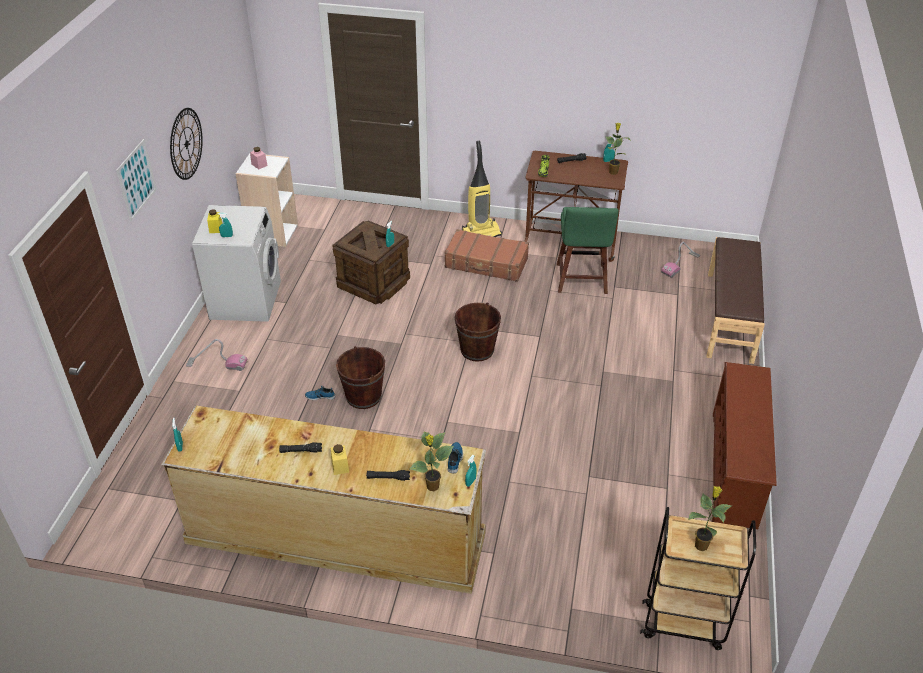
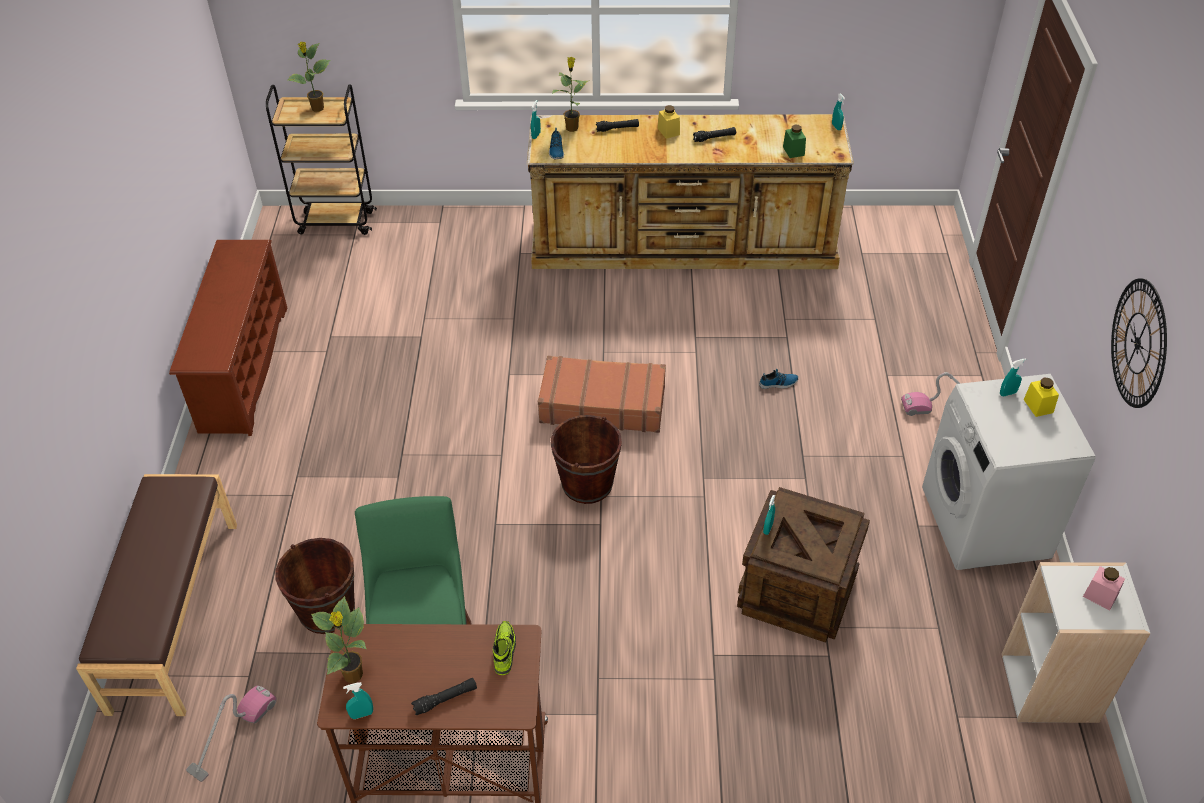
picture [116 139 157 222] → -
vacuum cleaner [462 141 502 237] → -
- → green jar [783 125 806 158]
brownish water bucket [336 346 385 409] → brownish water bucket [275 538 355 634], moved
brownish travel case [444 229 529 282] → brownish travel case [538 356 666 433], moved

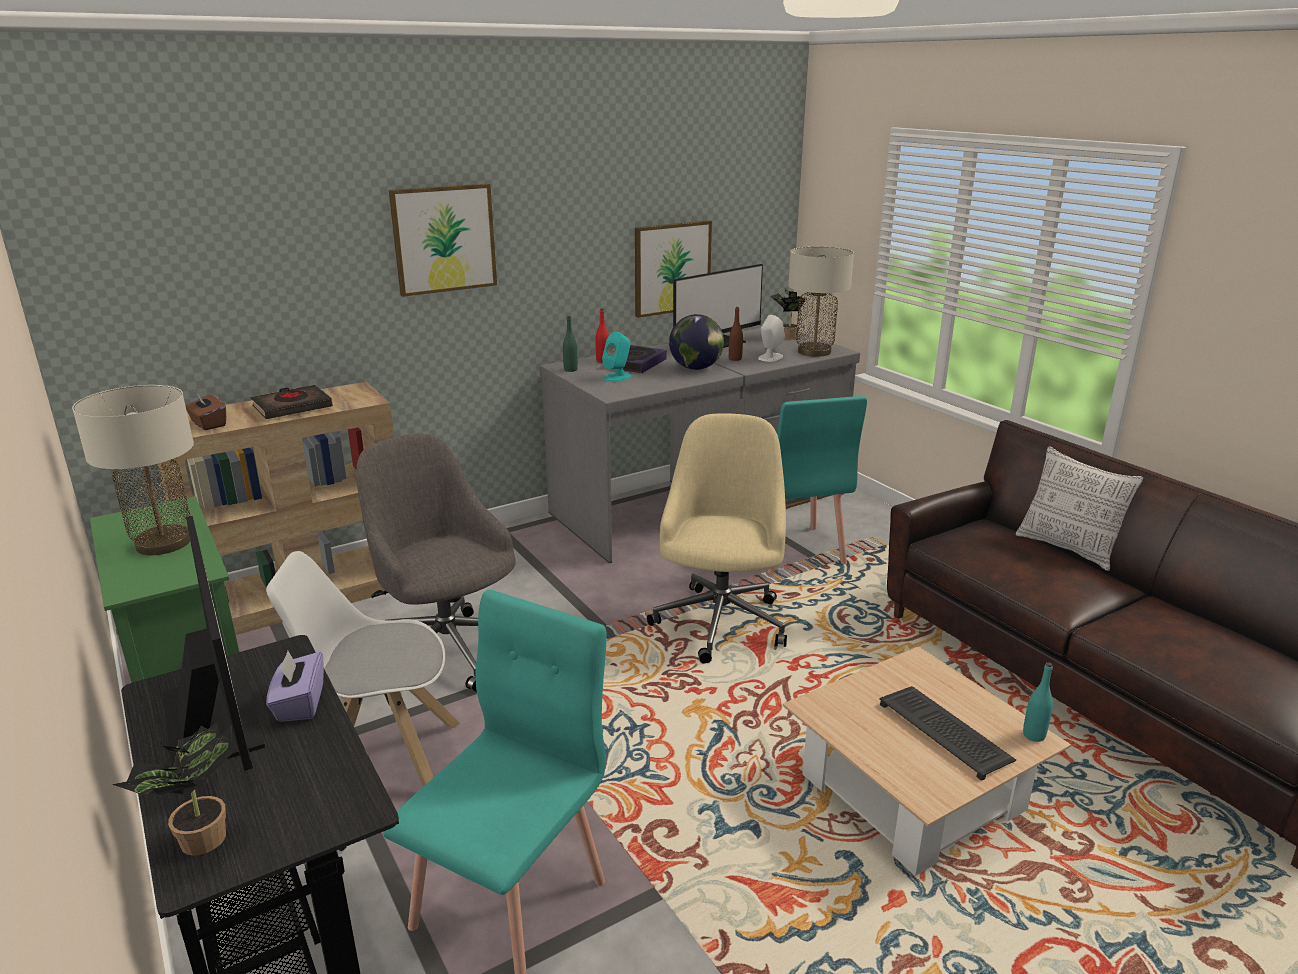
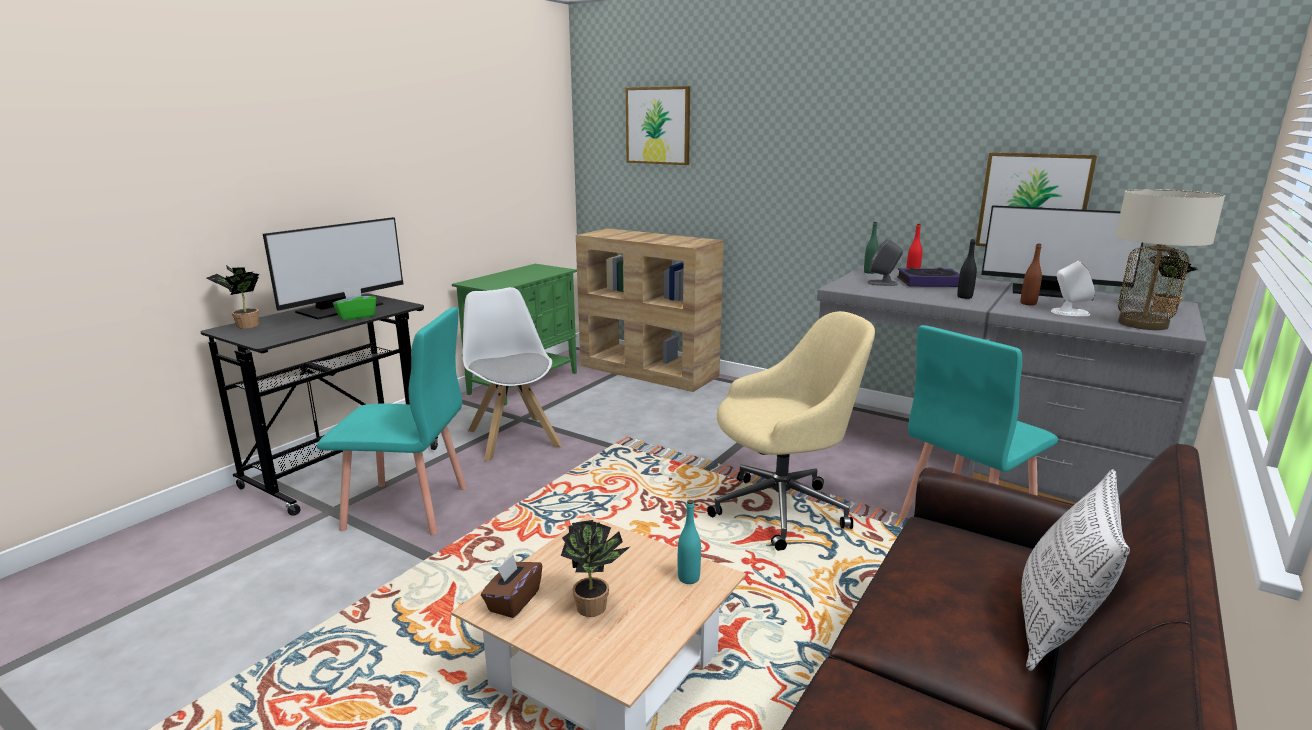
table lamp [72 385 194 555] → -
blackish volume [251 385 333 419] → -
gray desk chair [356 434 516 692] → -
brownish tissue holder [185 392 226 430] → brownish tissue holder [481 555 542 618], moved
picture [389 184 497 297] → picture [626 86 690 165], moved
turquoise beverage bottle [1023 662 1053 742] → turquoise beverage bottle [678 500 701 584], moved
globe [669 314 724 370] → blackish beverage bottle [957 239 977 299]
PC keyboard [879 686 1016 781] → potted plant [561 520 631 617]
purple-coloured tissue holder [266 651 324 722] → green tissue holder [333 286 377 321]
turquoise audio speaker [602 332 631 382] → gray audio speaker [867 239 903 286]

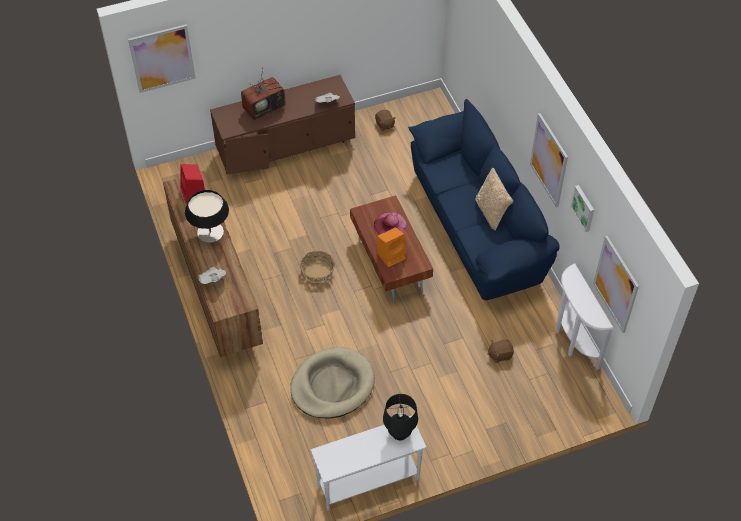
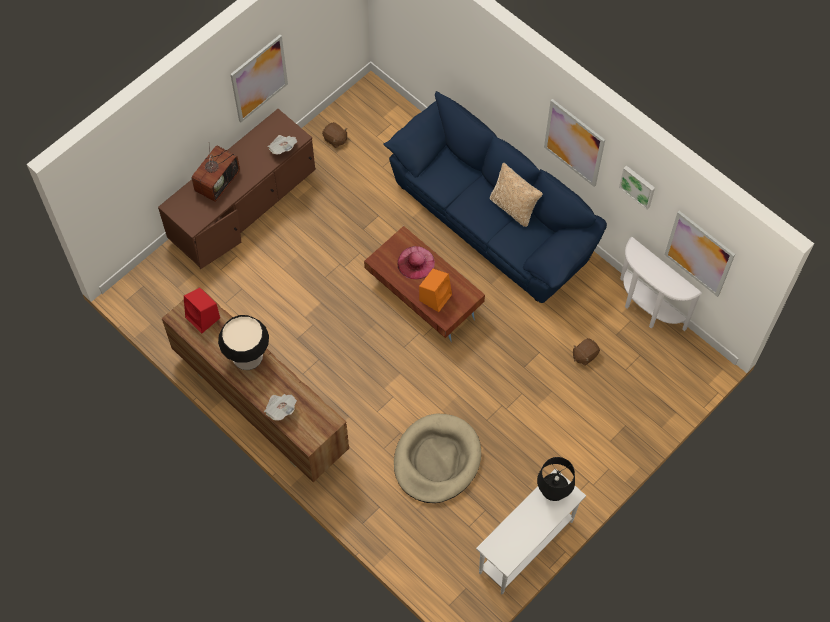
basket [300 251 335 282] → -
picture [128 24 196 93] → picture [230 35 288 122], moved

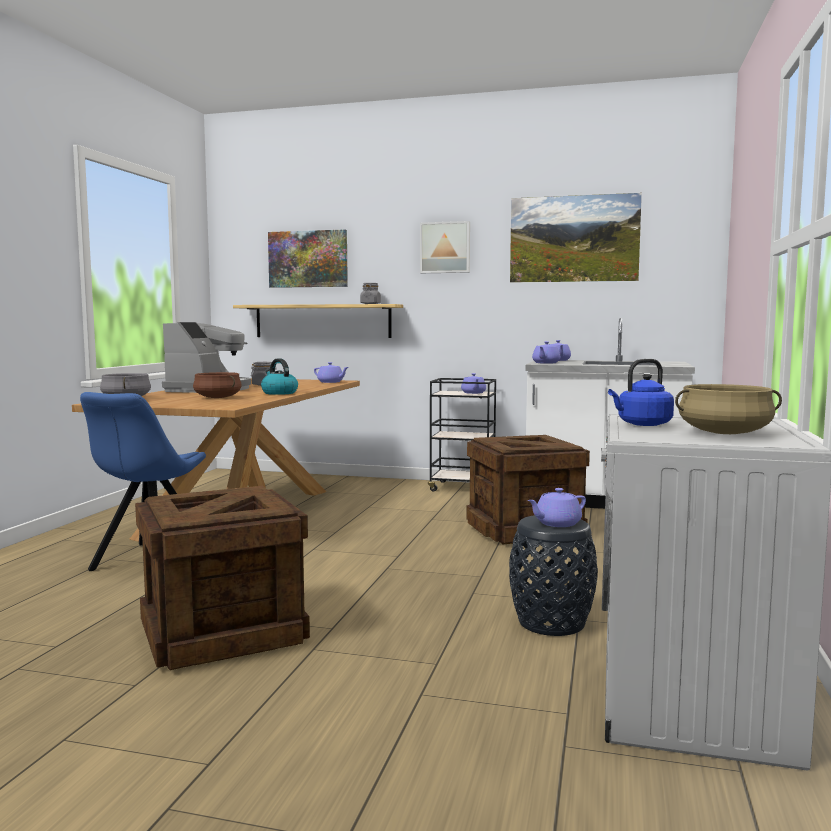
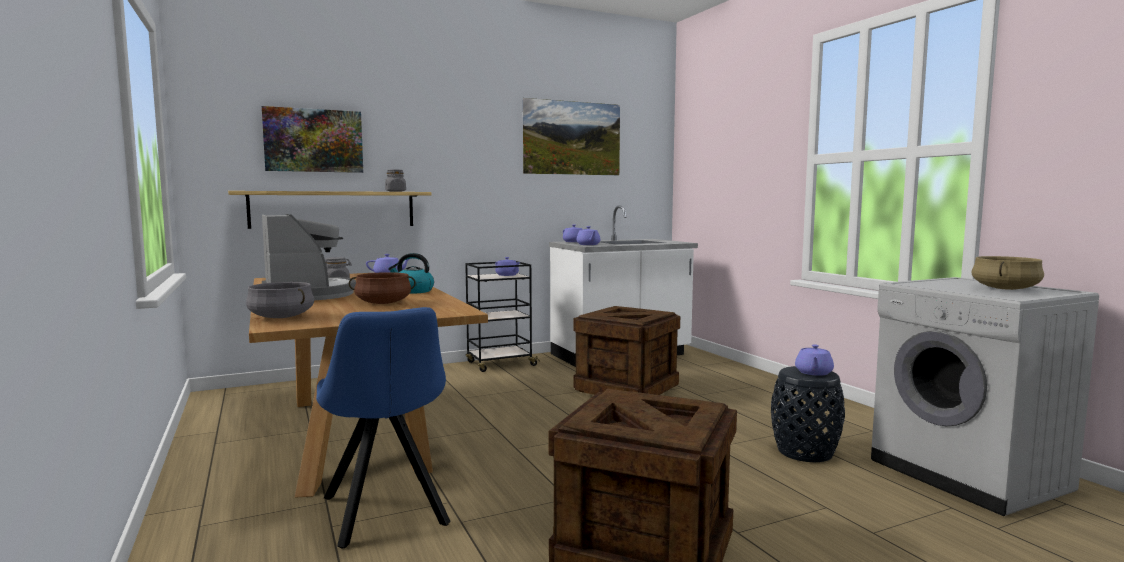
picture [420 221 470 273] → -
bluish tea kettle [608 359 674 426] → -

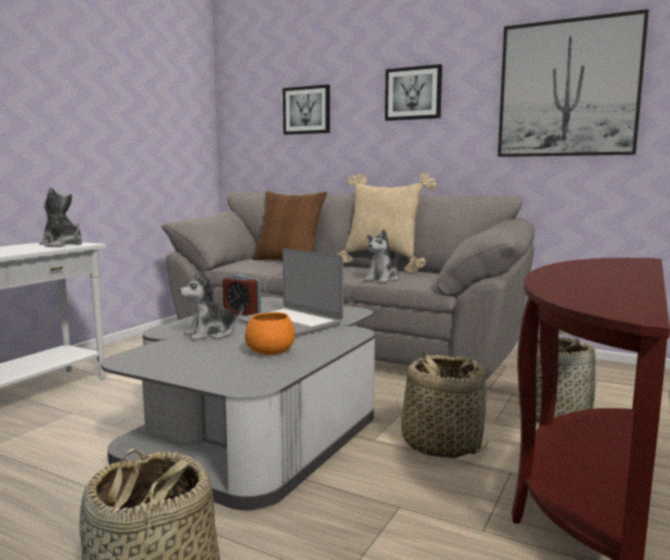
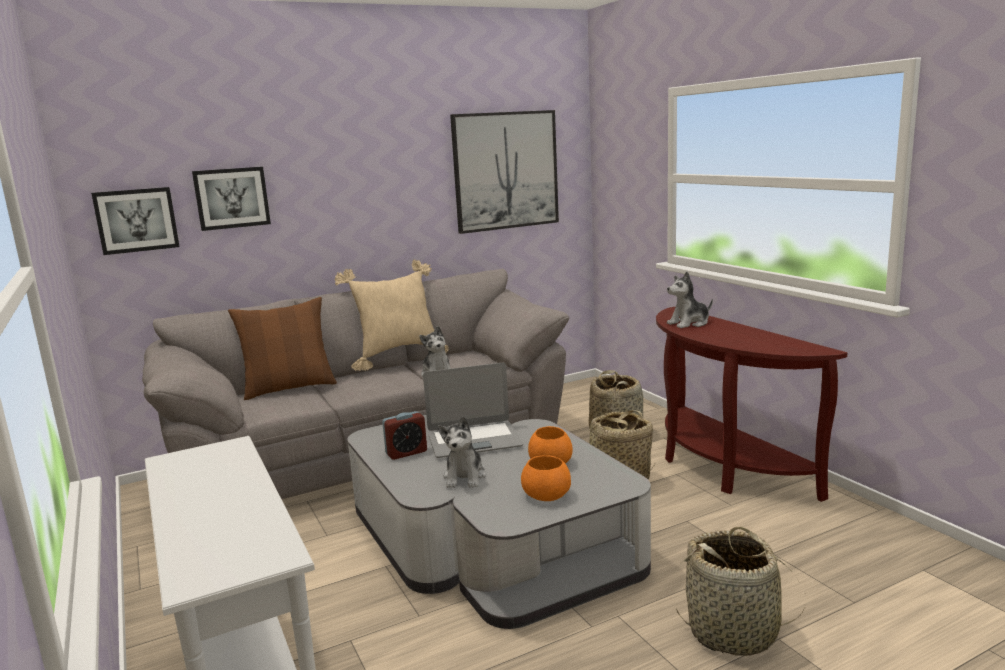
- → orangey deep dish [521 455 571 501]
plush toy [39 187 83 247] → plush toy [667 271 713 328], moved
picture [385 64 442 121] → picture [91 187 180 255], moved

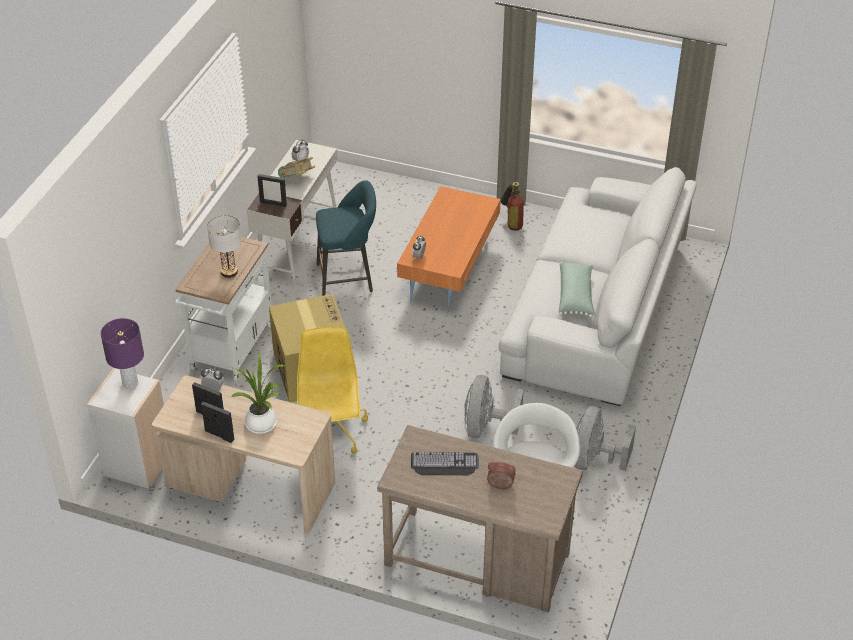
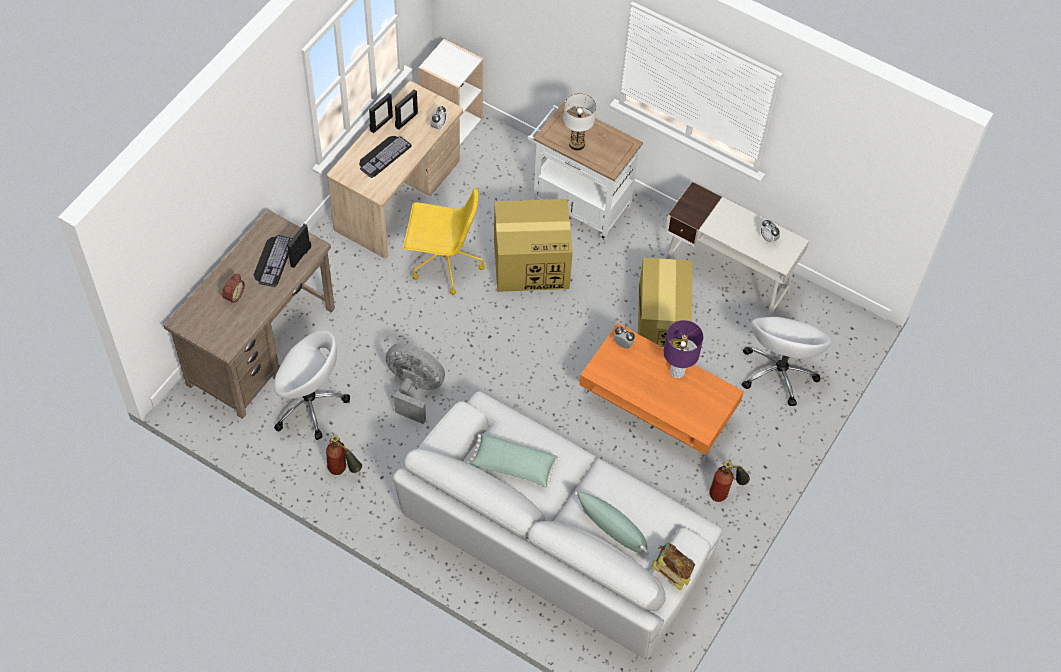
- → green throw pillow [575 492 649 555]
- → whitish desk chair [742 317 832 406]
purple-coloured table lamp [101 318 144 389] → purple-coloured table lamp [663 320 703 378], moved
standing frame [257 174 287 207] → standing frame [287 224 311 268], moved
volume [278 157 315 178] → volume [651 542 695 591], moved
potted plant [231 352 286 434] → PC keyboard [359 136 412 178]
turquoise sitting stool [316 180 376 296] → cardboard box [638 257 692 348]
gray electric fan [574 406 636 471] → extinguisher [326 435 362 475]

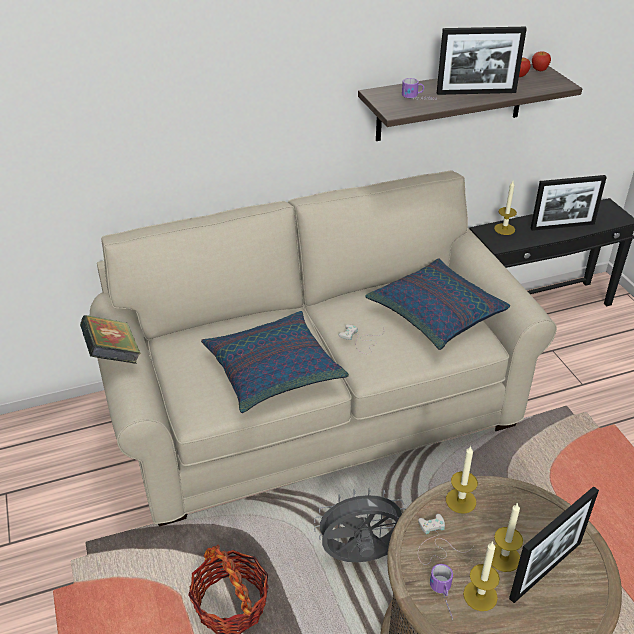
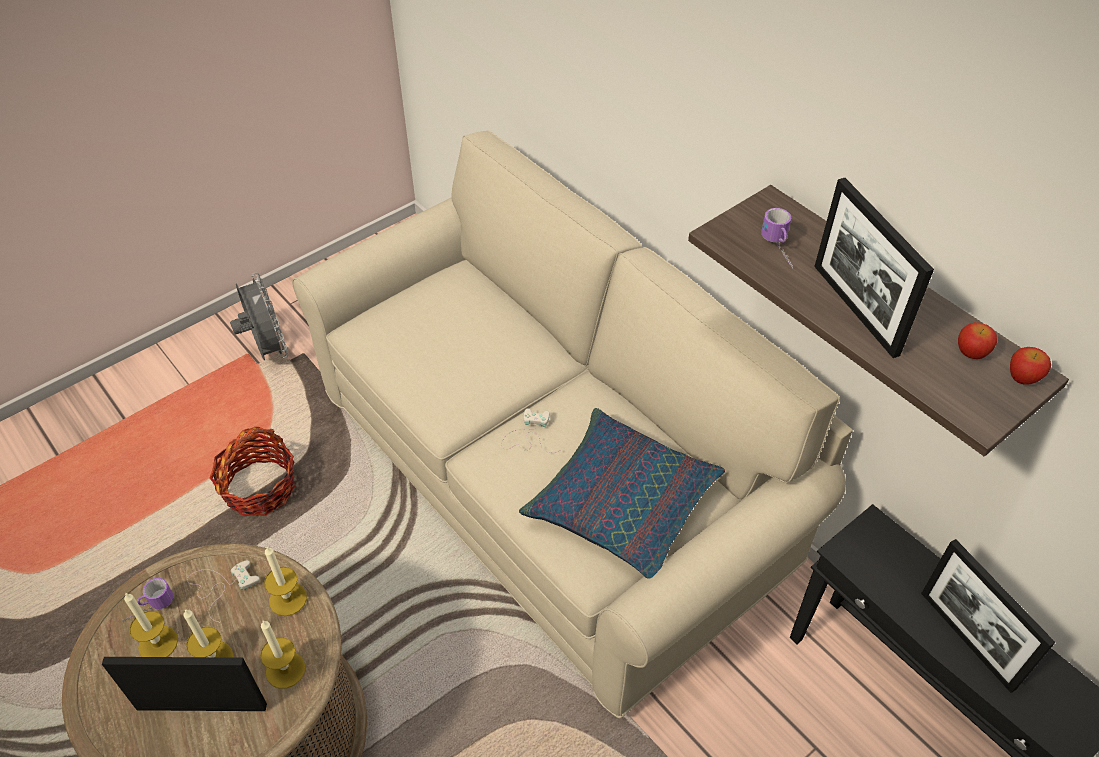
volume [80 315 141 364] → -
bluish throw pillow [201 311 349 413] → -
gray electric fan [314 488 406 562] → gray electric fan [230 273 289 360], moved
wax light [494 181 517 235] → wax light [260 621 305 689], moved
standing frame [509 486 599 603] → standing frame [102 657 267 711], 150 degrees clockwise

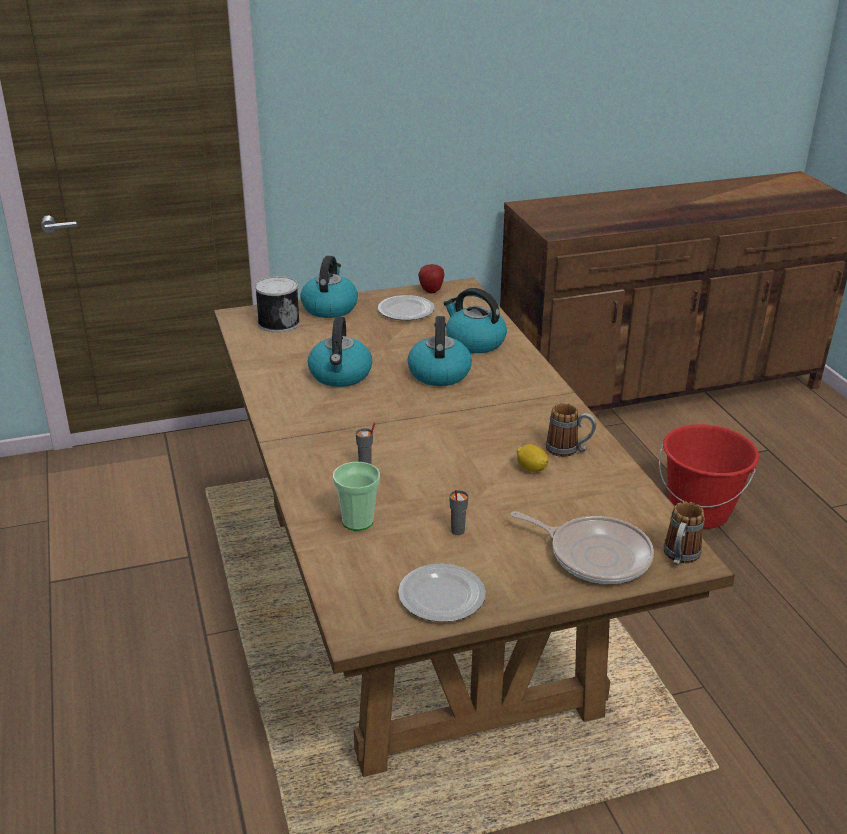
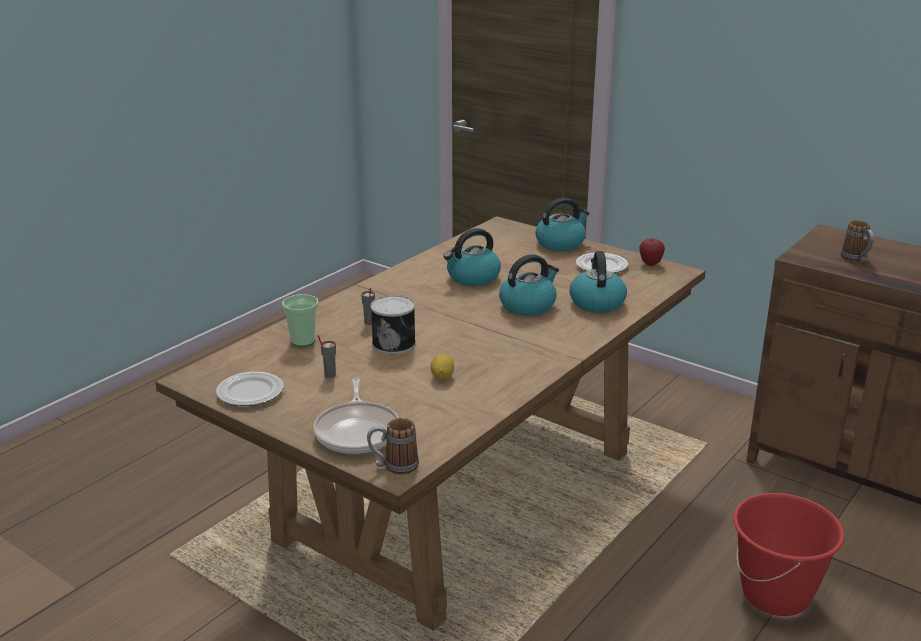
sealed can [255 276 300 333] → sealed can [370 295 416 354], moved
tea mug [546 403 596 457] → tea mug [841 220 874 262], moved

